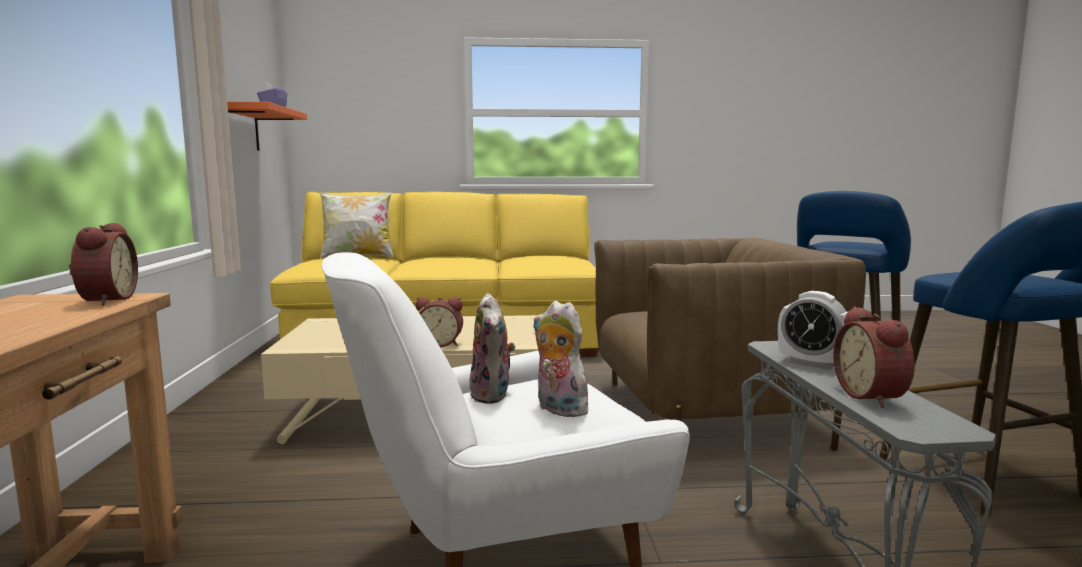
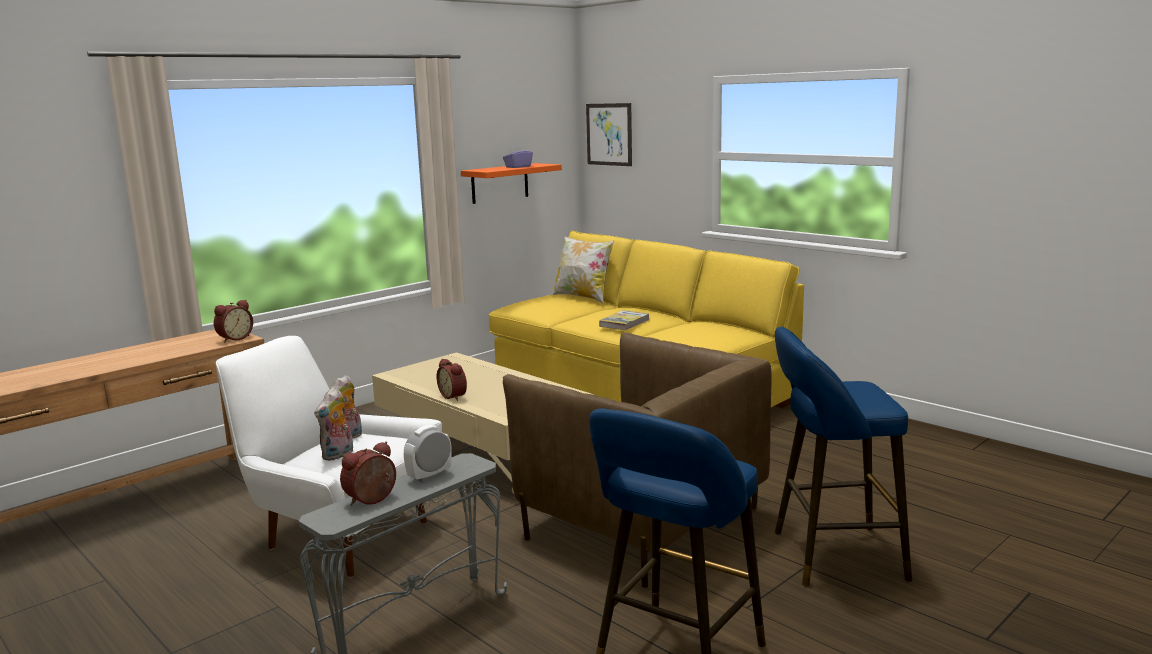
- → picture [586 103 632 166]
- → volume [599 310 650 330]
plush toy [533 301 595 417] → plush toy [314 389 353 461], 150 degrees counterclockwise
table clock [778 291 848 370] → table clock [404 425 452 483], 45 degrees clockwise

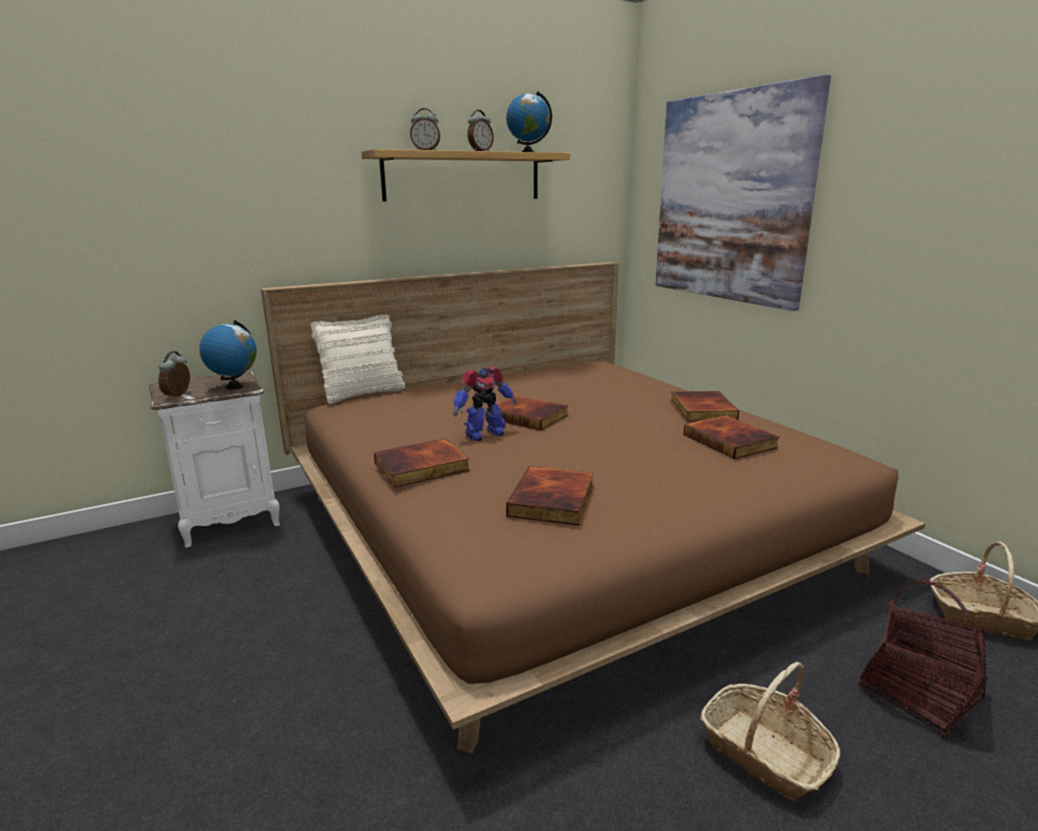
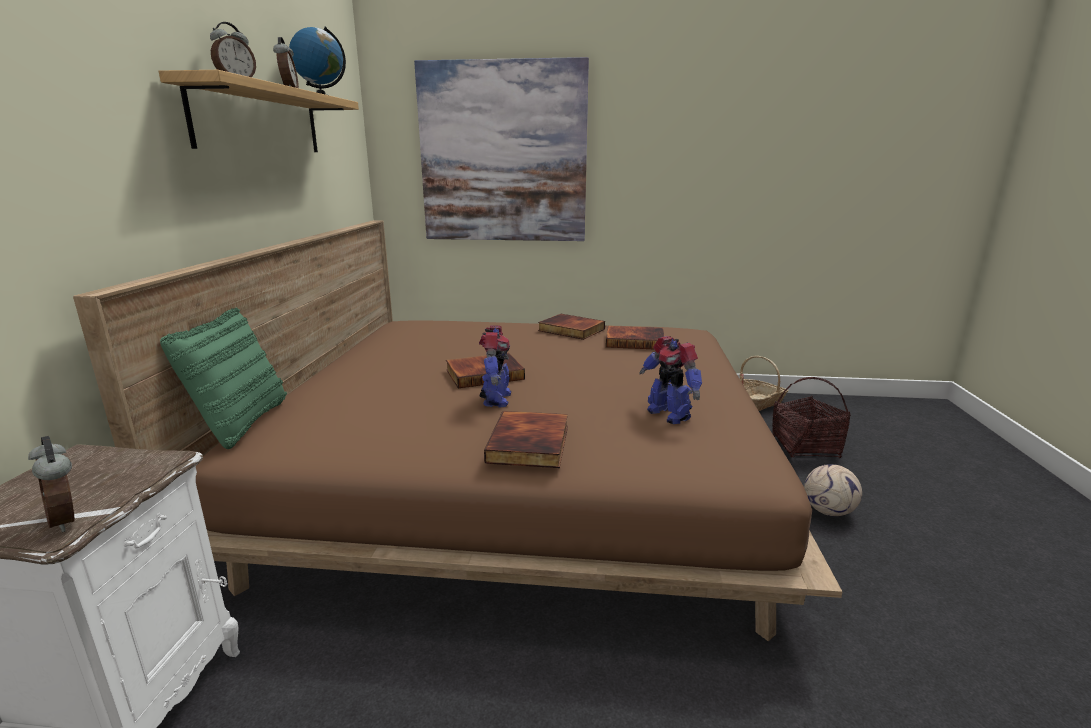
globe [199 320 257 390] → -
volume [506 466 594 526] → model robot [639 336 702 424]
basket [700 662 840 801] → football [804 464 862 516]
sand-coloured throw pillow [310 315 405 404] → green throw pillow [160 308 287 449]

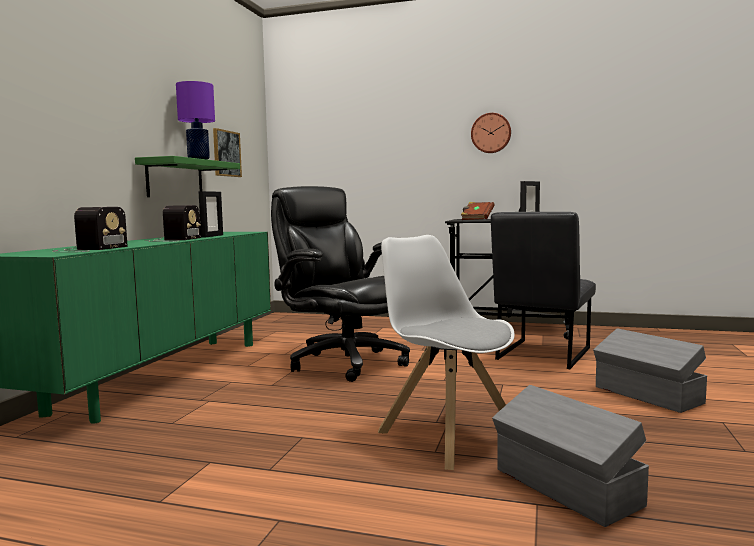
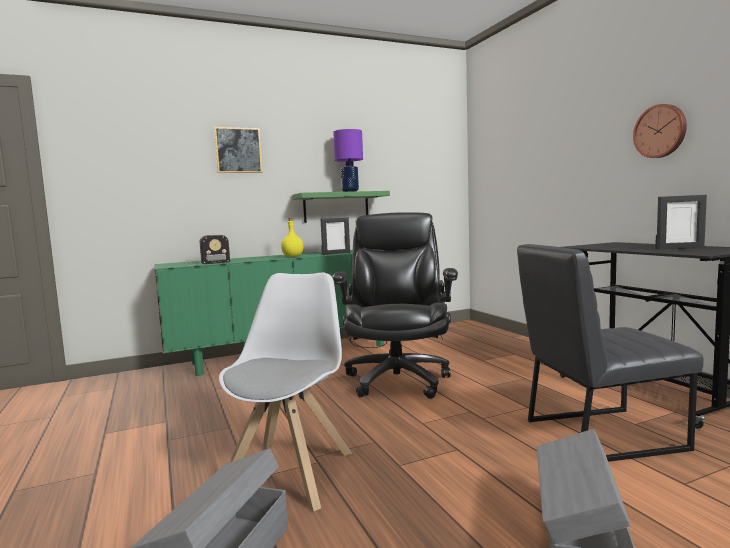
brownish volume [461 202 494 220] → -
picture [213 128 242 177] → picture [214 127 263 173], moved
radio receiver [144 205 201 242] → yellowish beverage bottle [281 218 303 257]

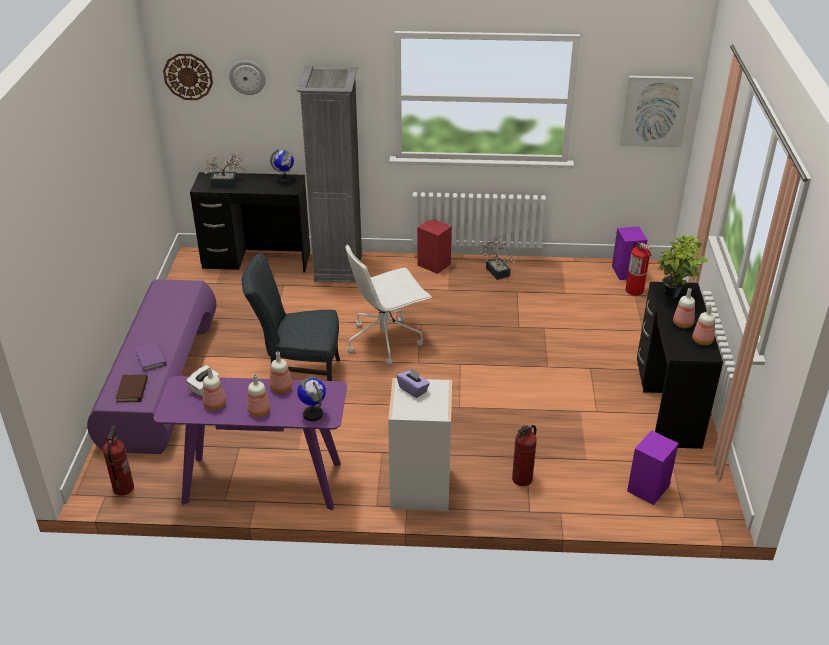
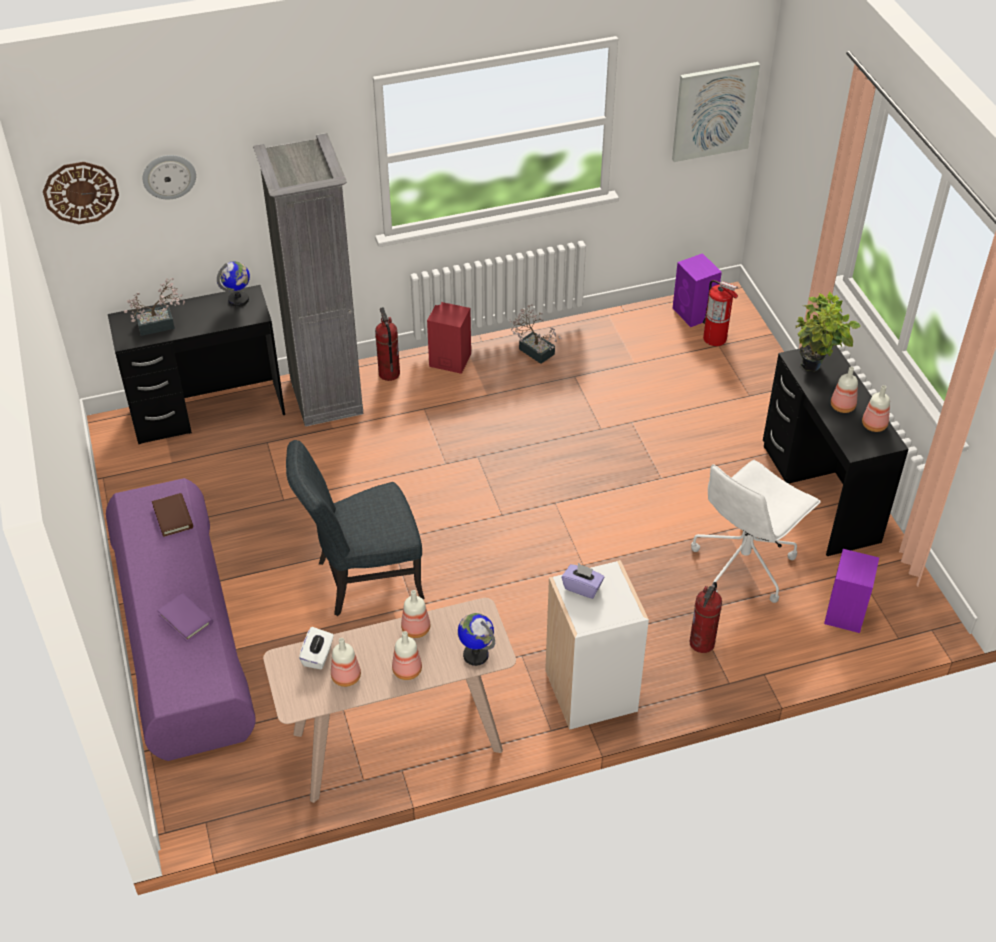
extinguisher [103 426 134 496] → extinguisher [375 307 400 381], moved
brownish volume [116 374 148 402] → brownish volume [152 493 193 537], moved
whitish desk chair [345 244 432 365] → whitish desk chair [691 460 821 603], moved
purple-coloured console table [154 376 347 510] → sand-coloured console table [263 598 516 803]

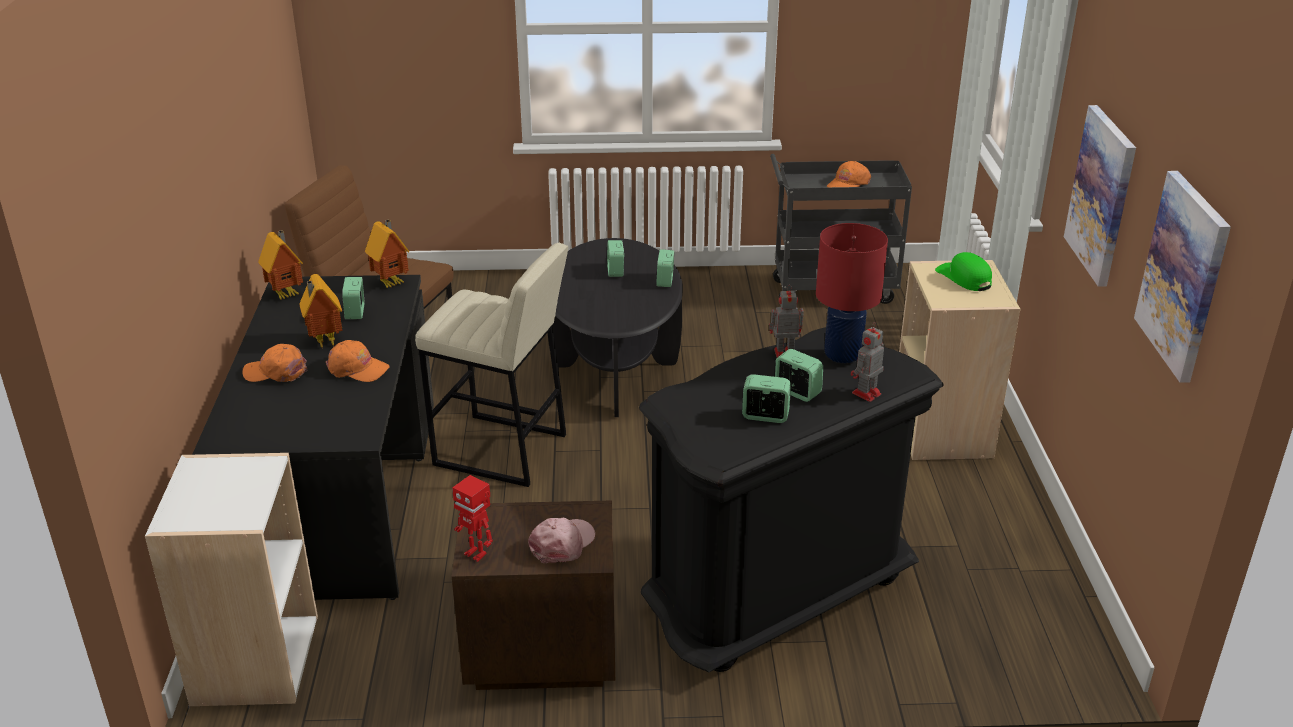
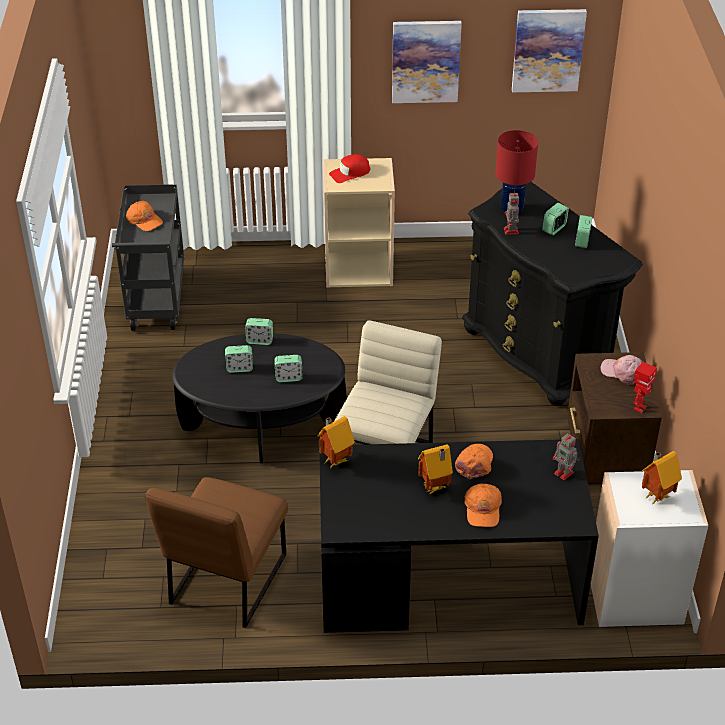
toy house [258 230 303 300] → toy house [642 451 682 504], moved
table clock [342 277 364 319] → table clock [274 355 303 382], moved
model robot [851 322 884 402] → model robot [553 433 580 480], moved
green cap [935 252 992 291] → red cap [329 154 370 183]

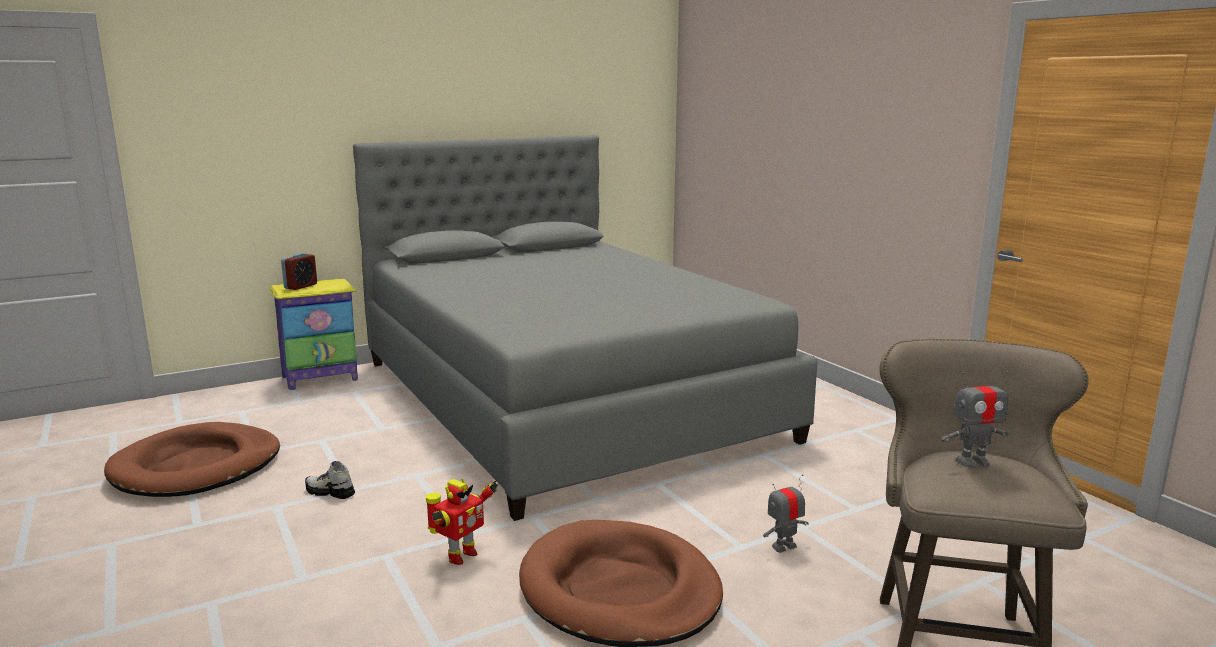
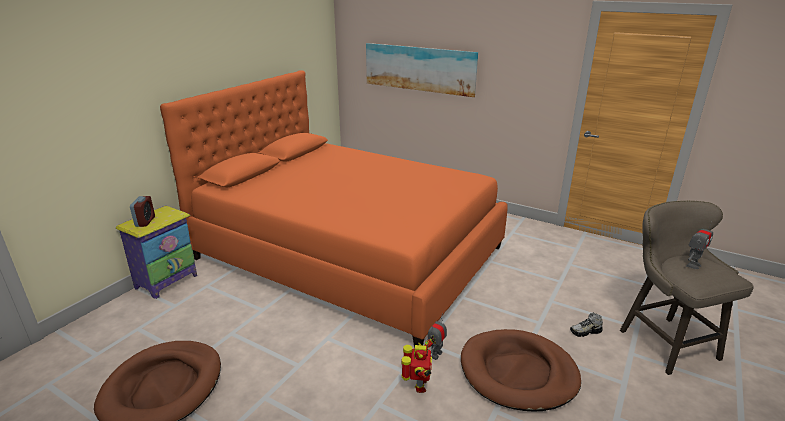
- → picture [366 43 478 97]
low shoe [305 461 355 499] → low shoe [570 312 603 337], moved
model robot [763 474 809 553] → model robot [428 313 447 360], moved
gray sleeping bed [353 135 818 521] → orangey sleeping bed [160 70 508 348]

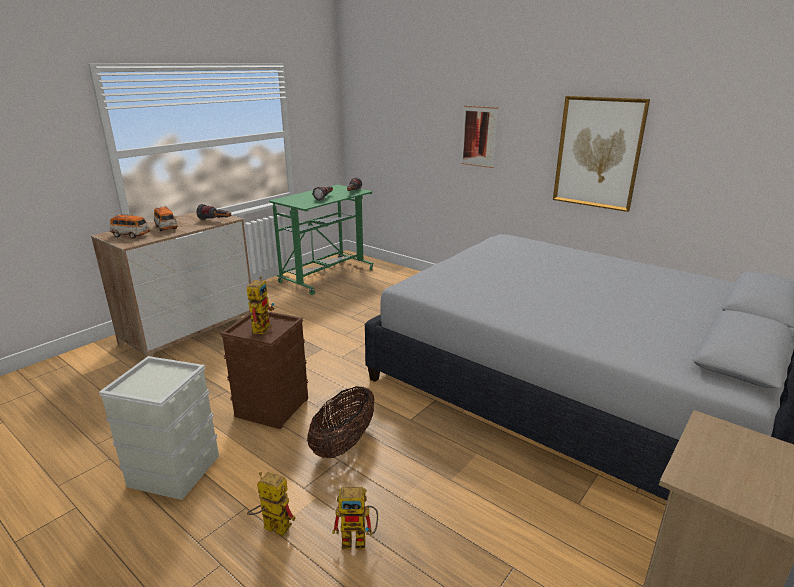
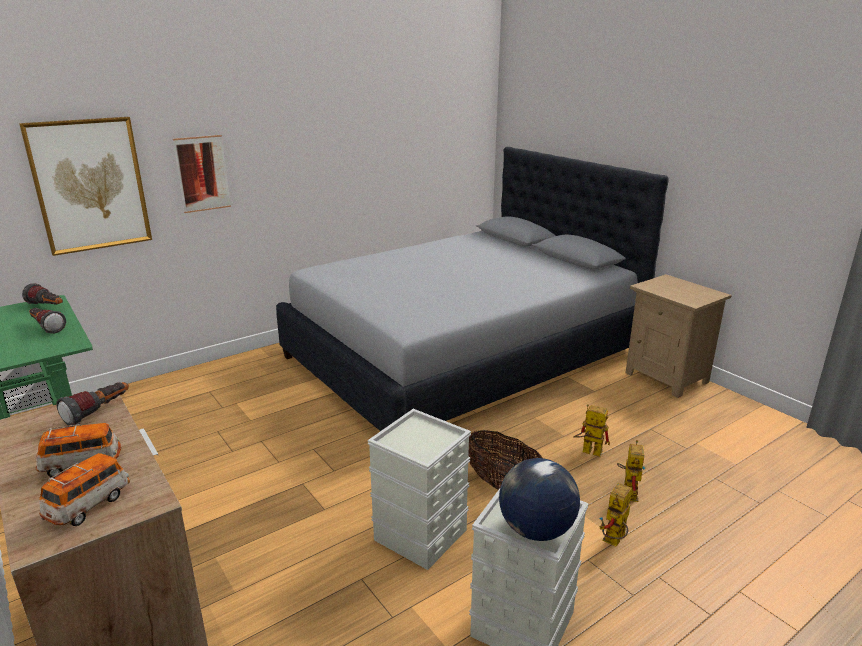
- → globe [499 458 580 541]
model robot [247 276 275 334] → model robot [573 404 610 457], moved
picture [553 96 650 212] → picture [19 117 152 256], moved
brownish storage container [220 311 308 429] → gray storage container [368 409 471 570]

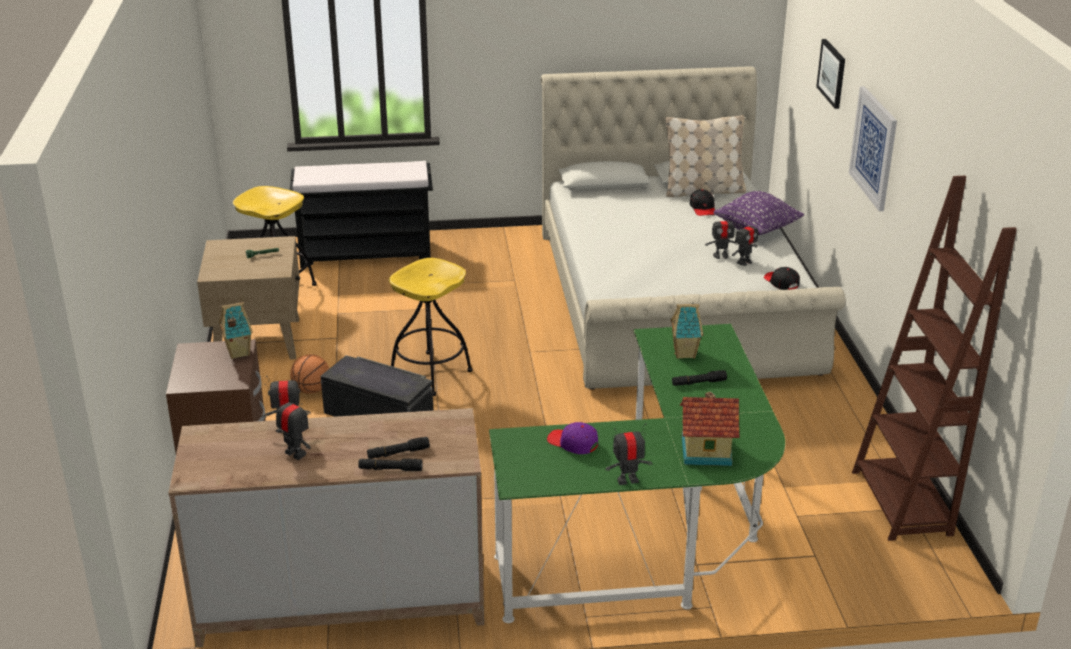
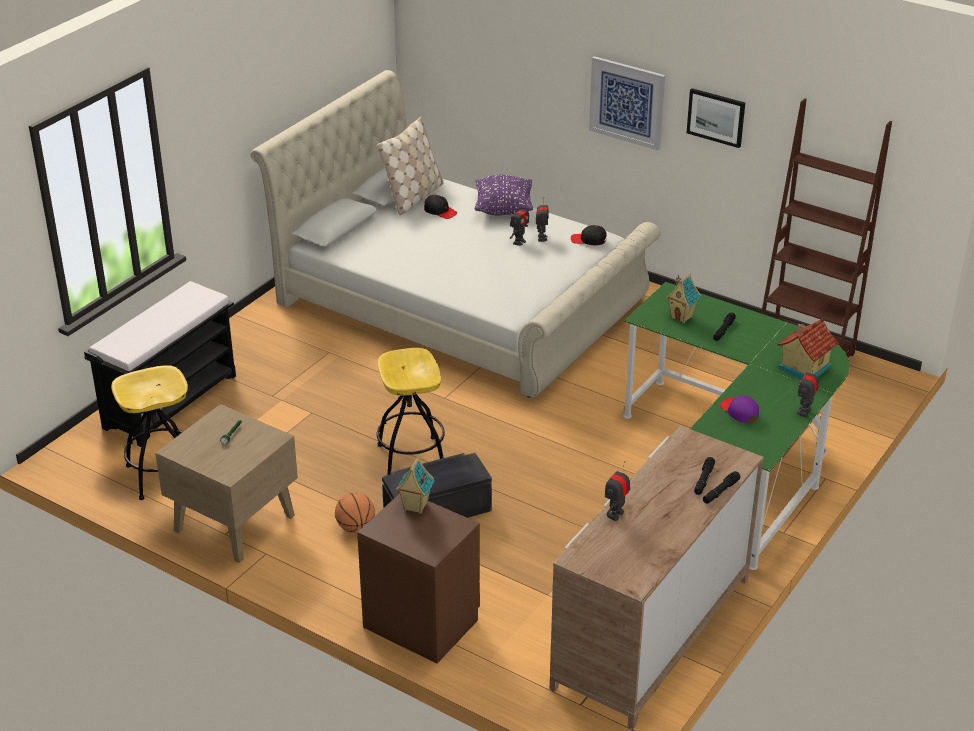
model robot [276 393 311 460] → -
picture [816 39 845 109] → picture [687 88 745 148], moved
purple-coloured cap [547 422 598 454] → purple-coloured cap [720 396 759 423], 75 degrees clockwise

